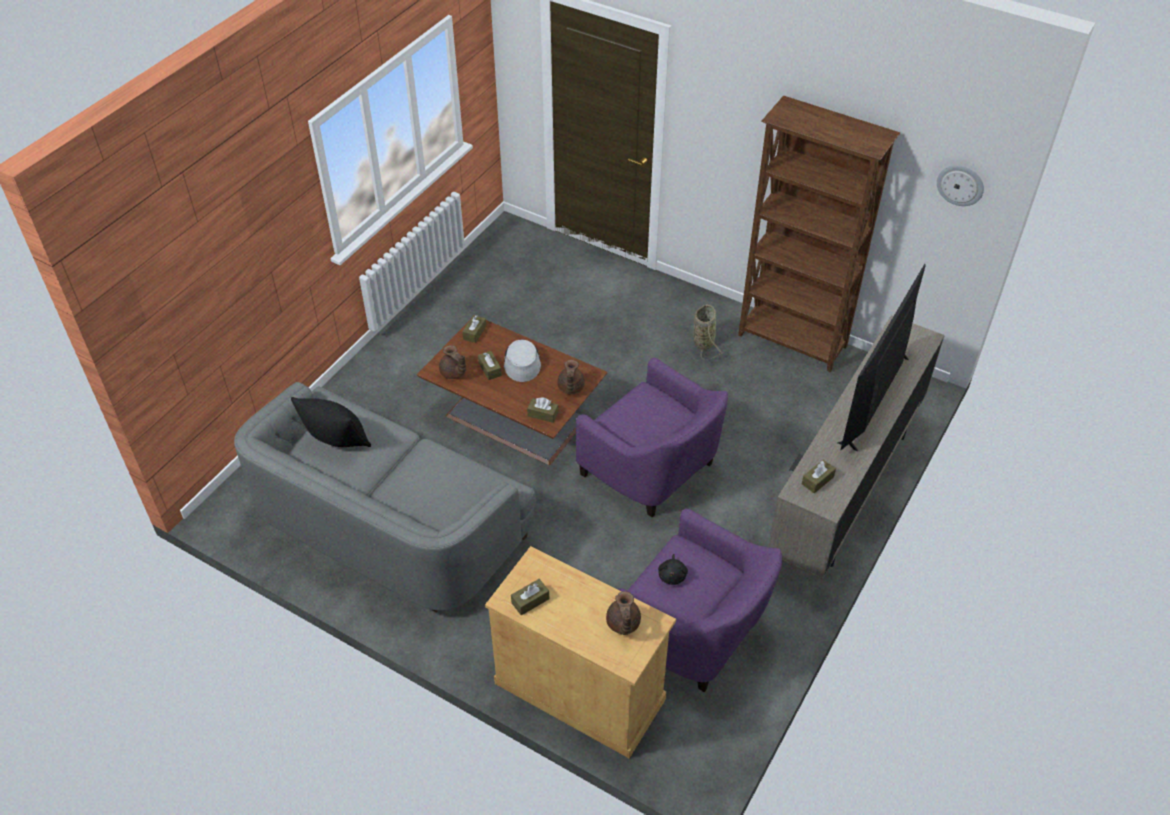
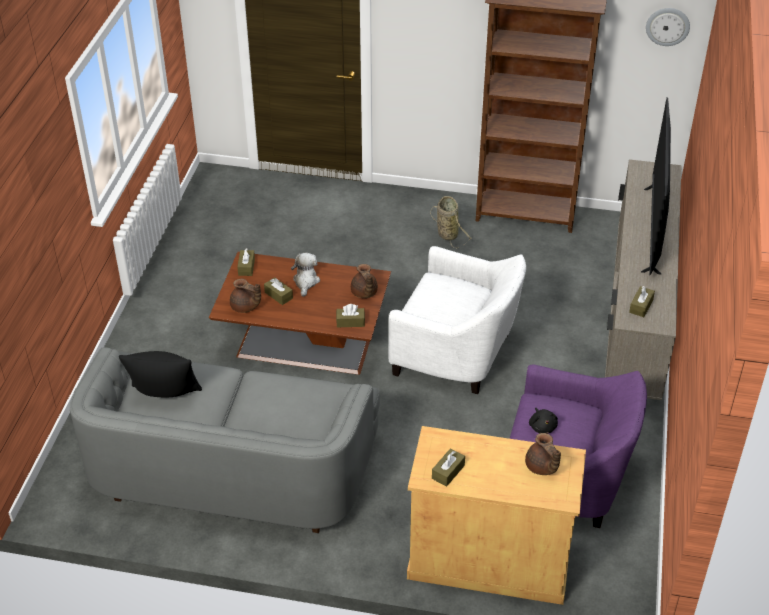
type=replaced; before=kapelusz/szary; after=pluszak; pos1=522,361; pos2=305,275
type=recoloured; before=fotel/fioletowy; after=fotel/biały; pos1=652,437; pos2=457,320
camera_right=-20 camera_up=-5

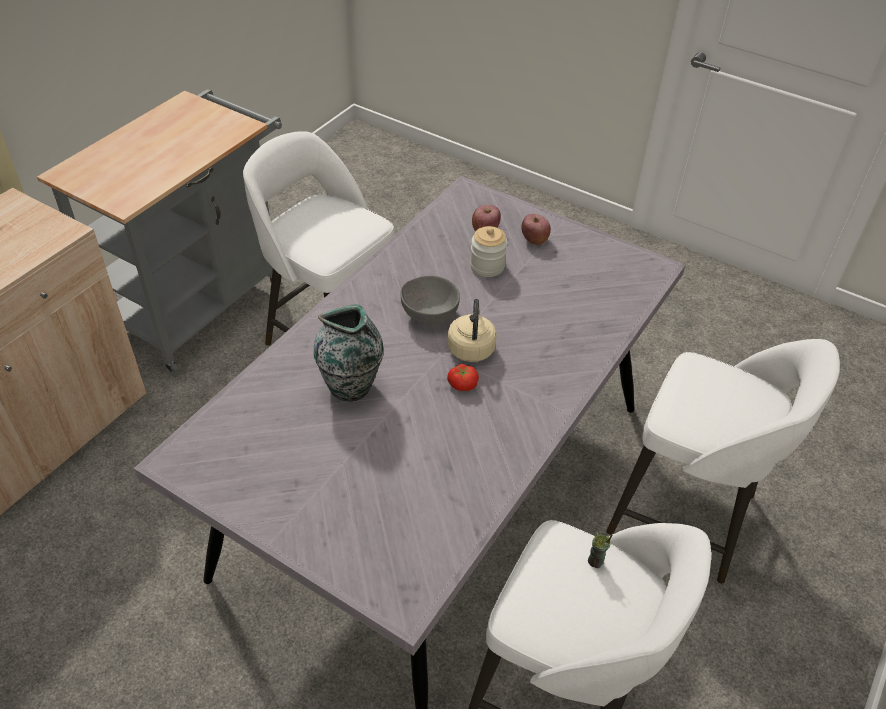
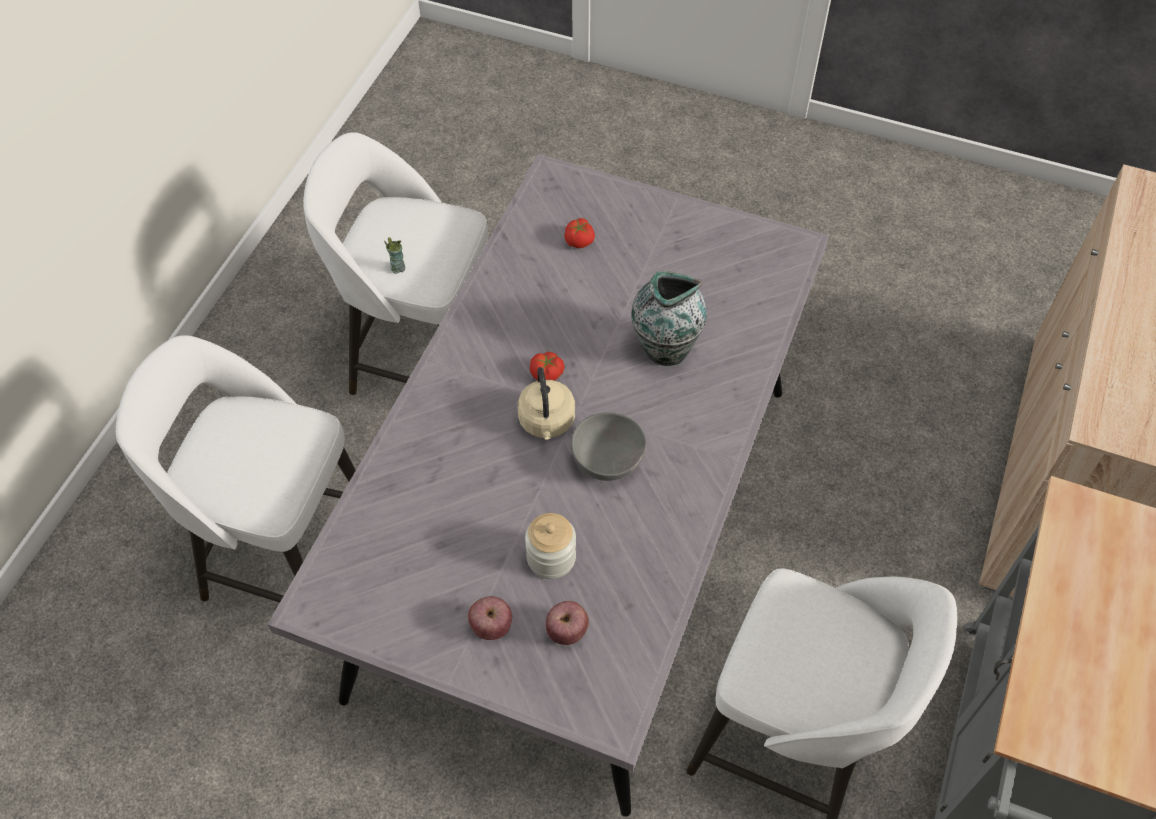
type=added; after=pomidor; pos2=579,233
camera_right=170 camera_up=10

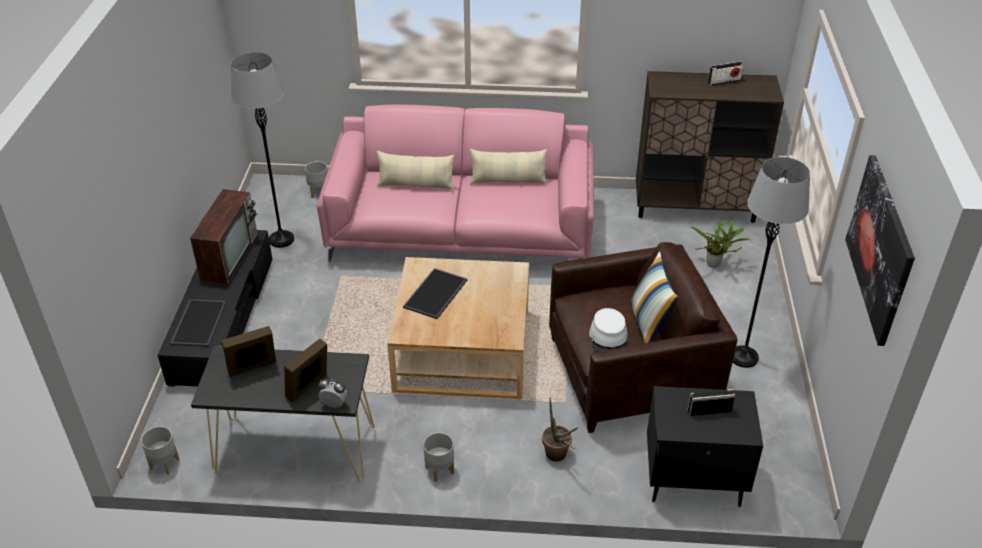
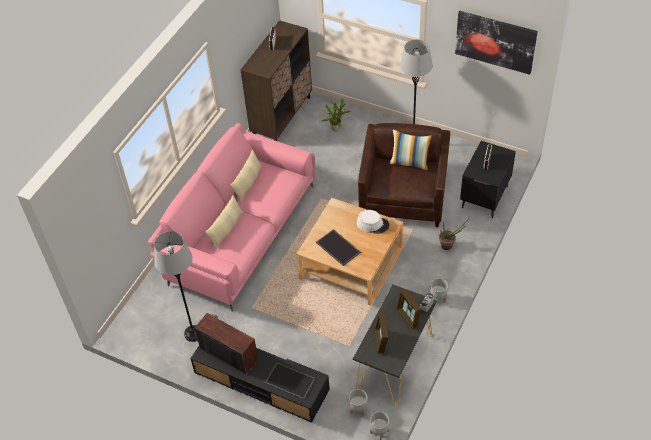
type=moved; before=donica/szary; pos1=316,179; pos2=358,403
type=moved; before=kapelusz/biały; pos1=609,330; pos2=373,222
camera_right=-65 camera_up=10

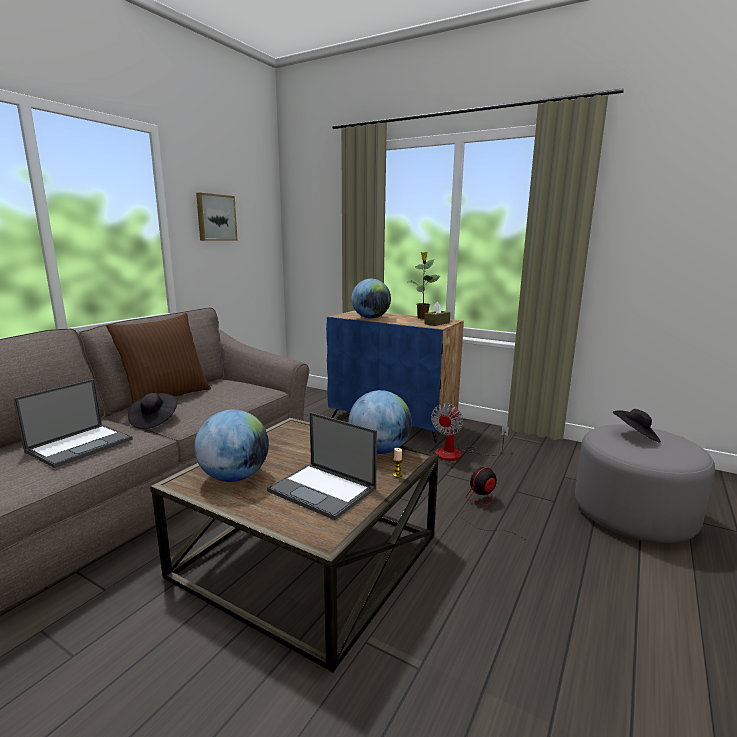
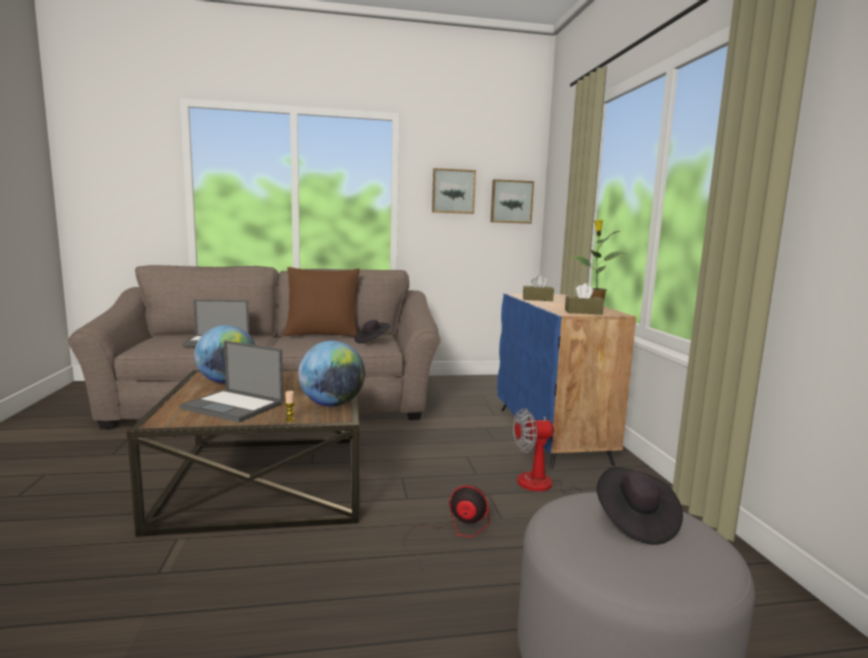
type=replaced; before=globus; after=pudełko chusteczek/brązowy; pos1=371,299; pos2=538,288
type=moved; before=kapelusz/czarny; pos1=153,411; pos2=372,332
type=turned; before=laptop; pos1=322,466; pos2=231,381; turn=-60
type=added; after=obraz; pos2=512,201
camera_right=50 camera_up=-5

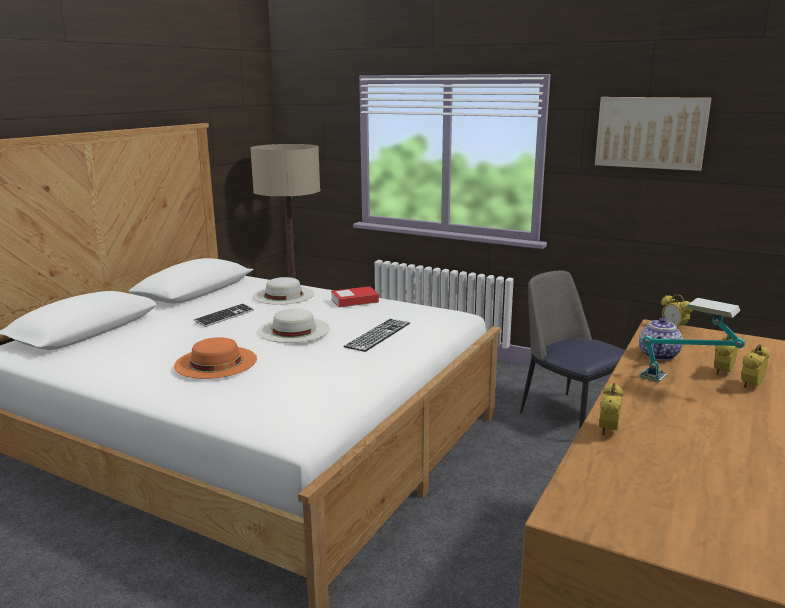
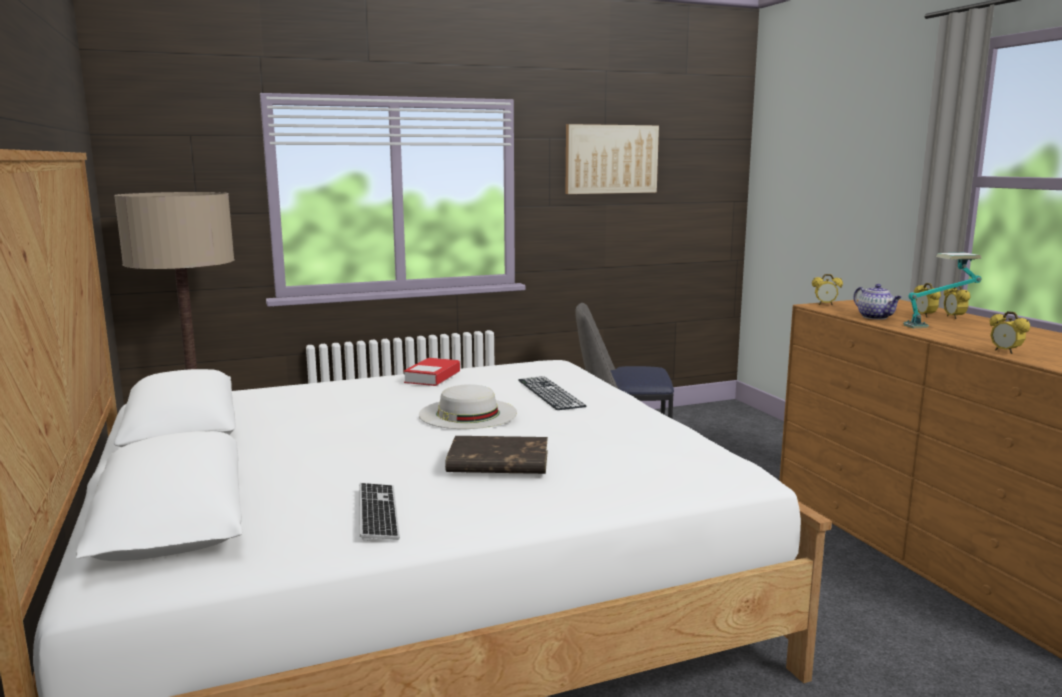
type=removed; before=kapelusz/biały; pos1=283,291
type=moved; before=klawiatura; pos1=224,315; pos2=379,512
type=replaced; before=kapelusz/pomarańczowy; after=książka/brązowy; pos1=215,358; pos2=496,455
camera_right=-50 camera_up=-5

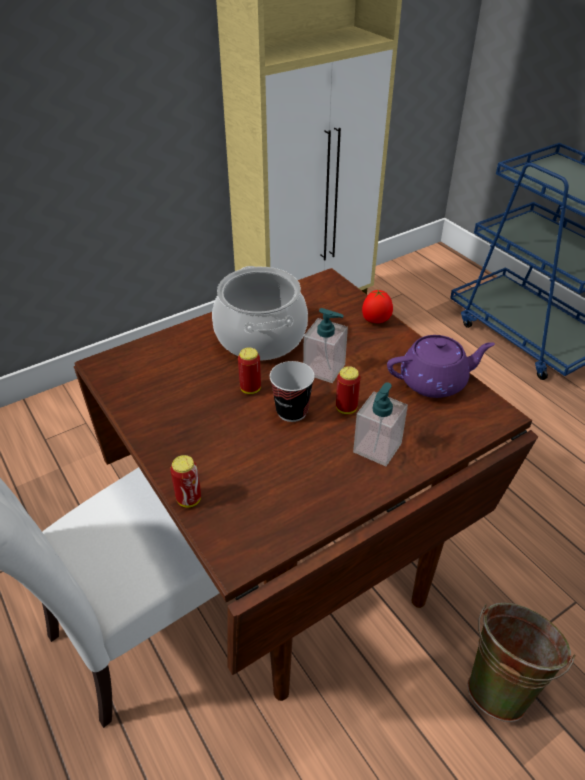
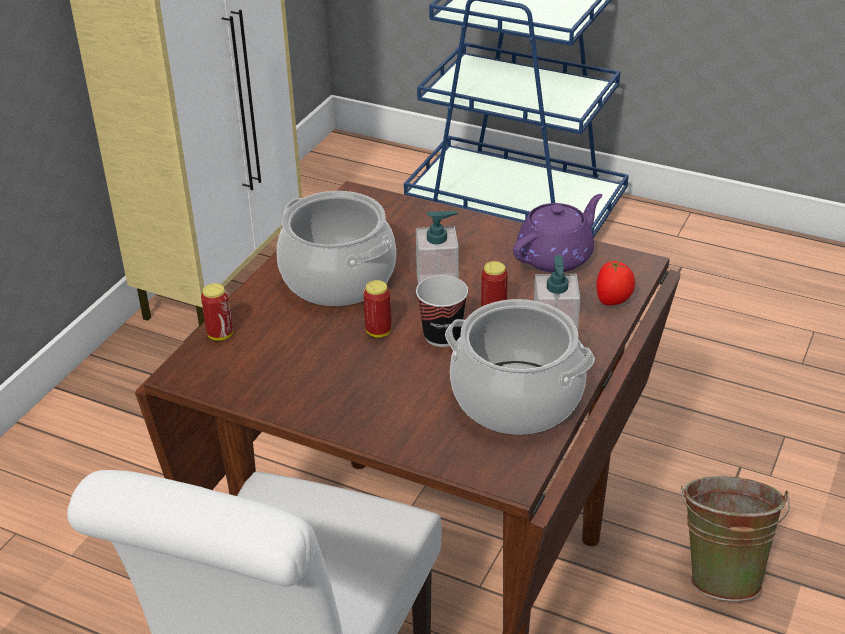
type=moved; before=pomidor; pos1=377,306; pos2=615,283
type=moved; before=puszka; pos1=185,481; pos2=217,312
type=added; after=garnek; pos2=520,367
camera_right=-30 camera_up=-5

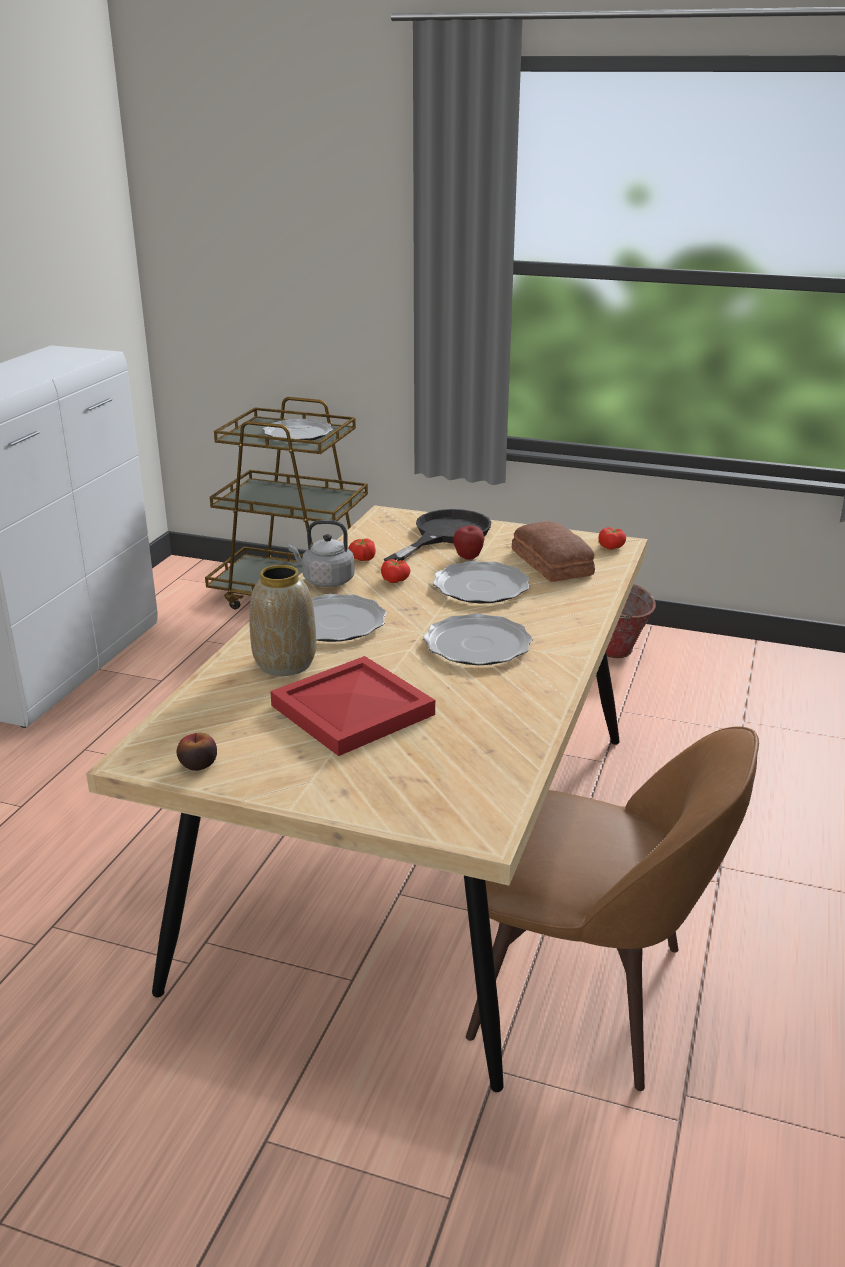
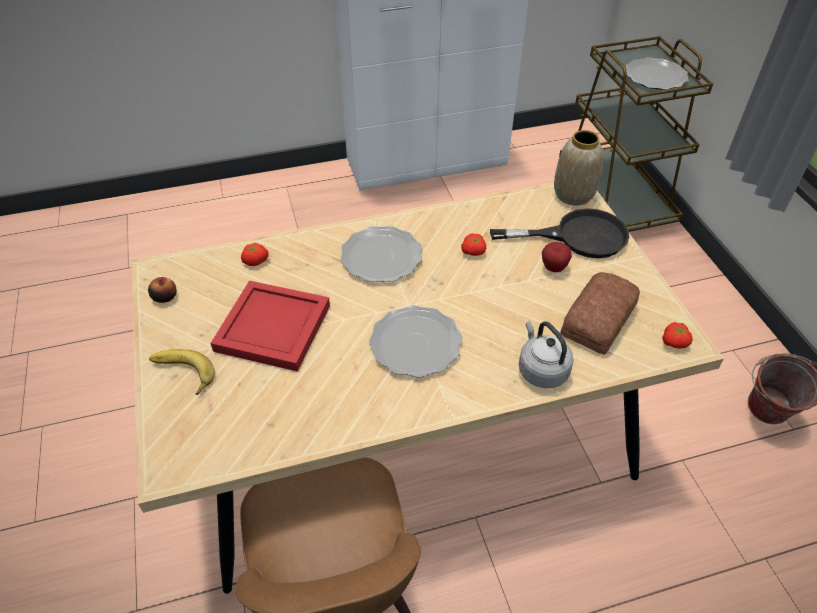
type=moved; before=czajnik/szary; pos1=321,553; pos2=546,354
type=moved; before=pomidor; pos1=362,550; pos2=255,254
type=removed; before=talerz; pos1=481,582
type=moved; before=wazon; pos1=282,620; pos2=579,168
type=added; after=banan; pos2=182,372
camera_right=55 camera_up=20

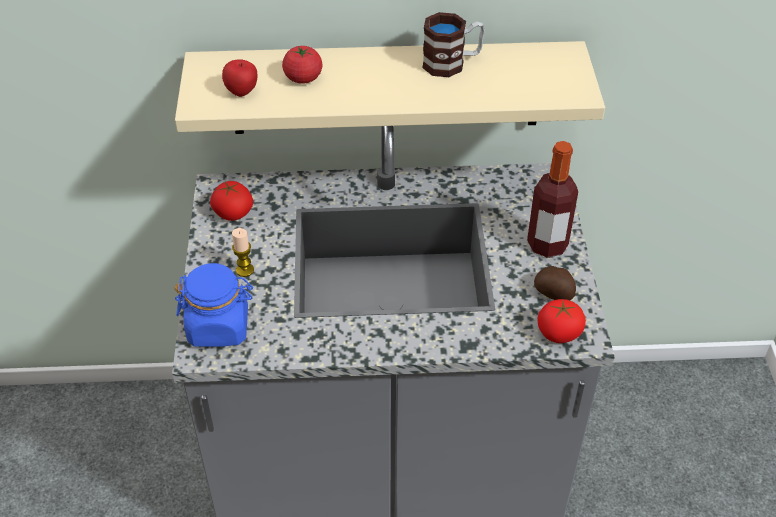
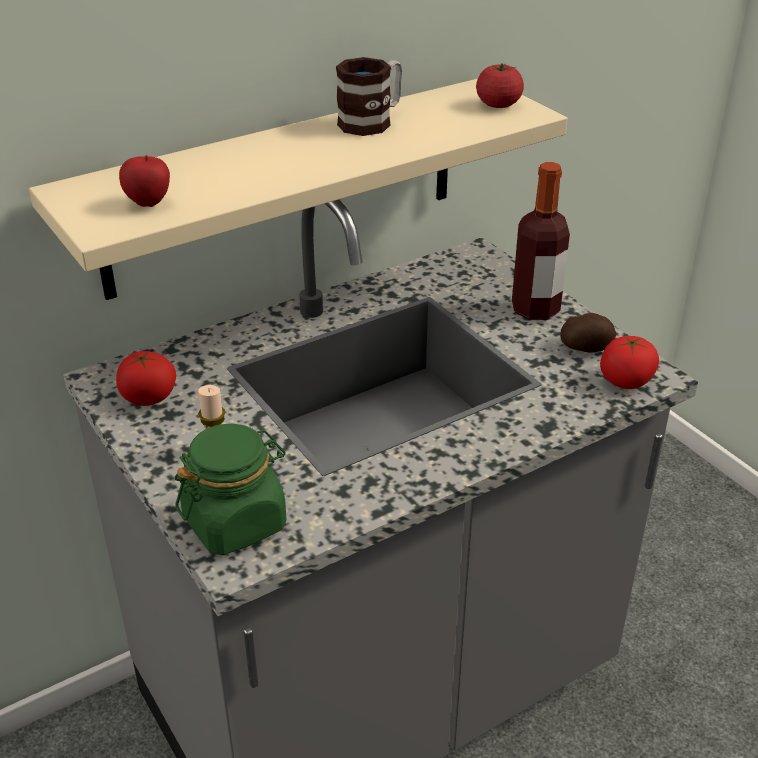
type=moved; before=pomidor; pos1=302,65; pos2=500,85
type=recoloured; before=słoik/niebieski; after=słoik/zielony; pos1=214,305; pos2=231,489
camera_right=-30 camera_up=-10

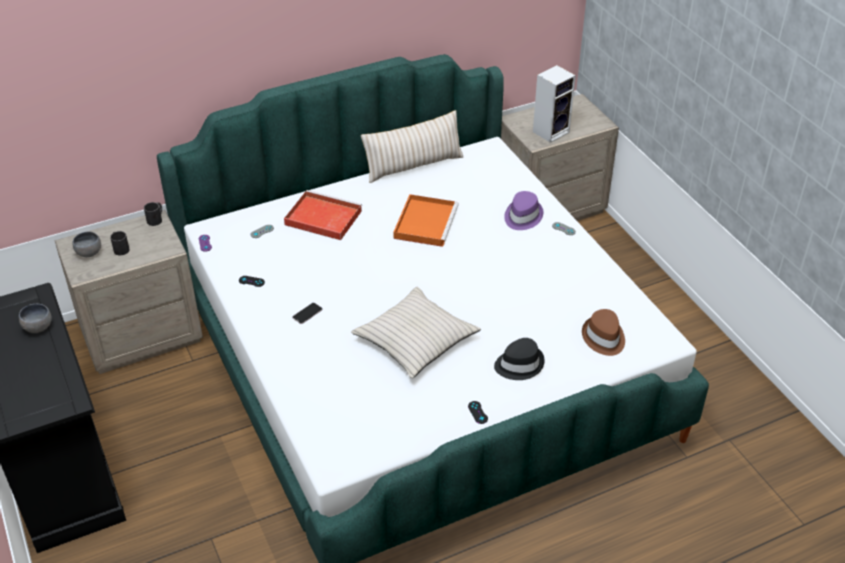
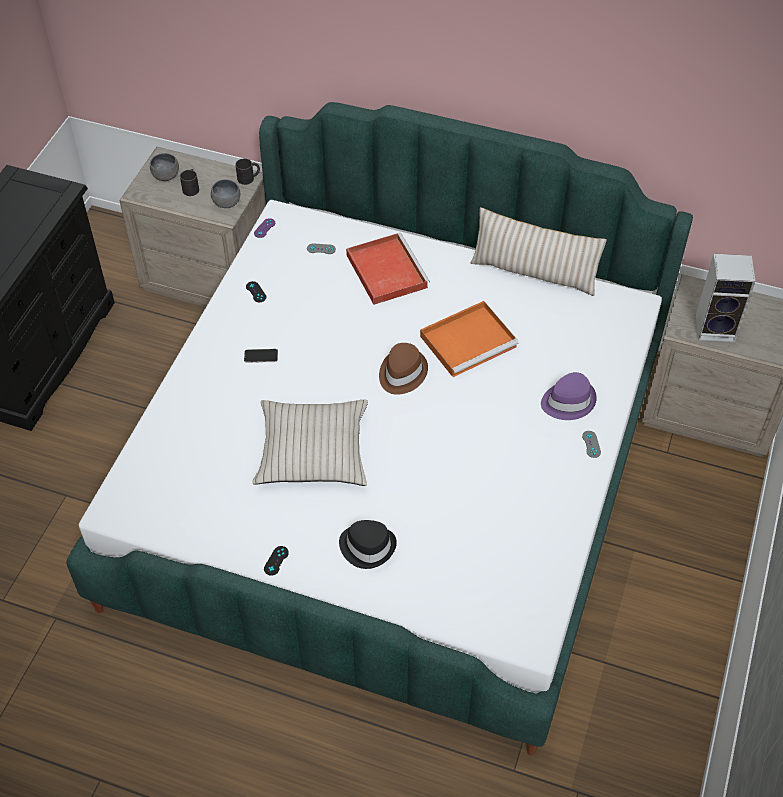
type=moved; before=miska/szary; pos1=35,318; pos2=225,193
type=moved; before=kapelusz/brązowy; pos1=603,332; pos2=403,369
camera_right=45 camera_up=10

